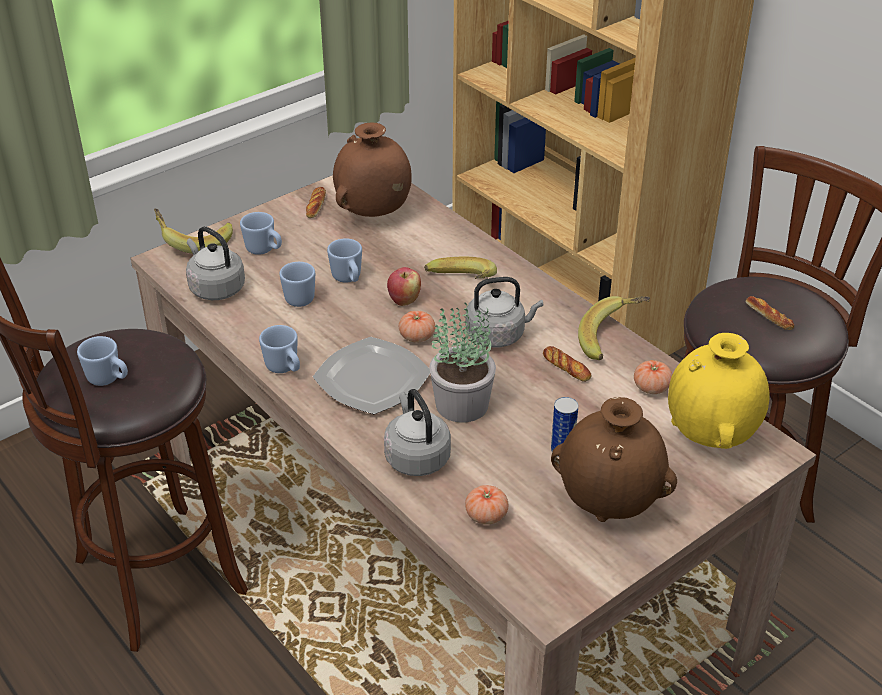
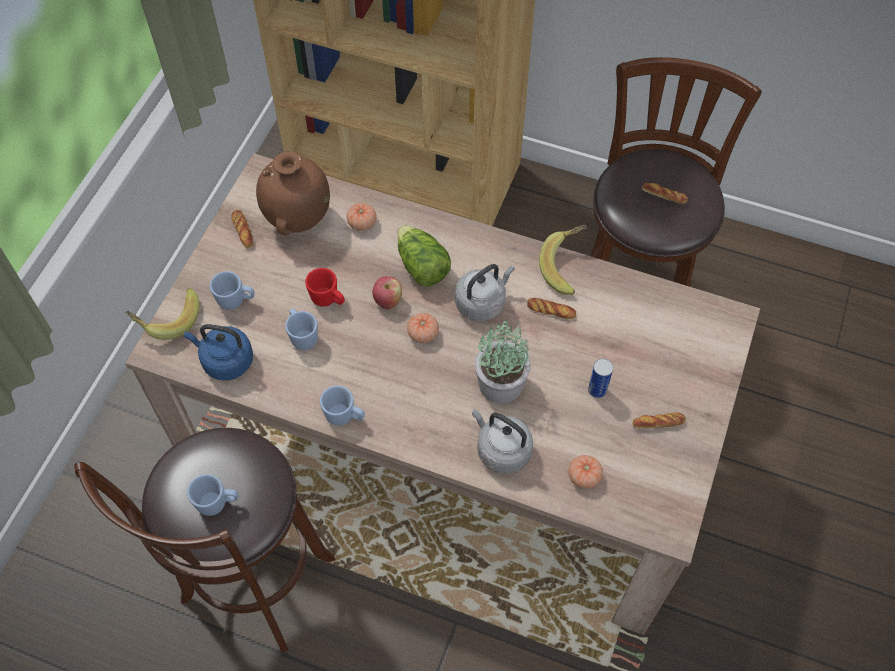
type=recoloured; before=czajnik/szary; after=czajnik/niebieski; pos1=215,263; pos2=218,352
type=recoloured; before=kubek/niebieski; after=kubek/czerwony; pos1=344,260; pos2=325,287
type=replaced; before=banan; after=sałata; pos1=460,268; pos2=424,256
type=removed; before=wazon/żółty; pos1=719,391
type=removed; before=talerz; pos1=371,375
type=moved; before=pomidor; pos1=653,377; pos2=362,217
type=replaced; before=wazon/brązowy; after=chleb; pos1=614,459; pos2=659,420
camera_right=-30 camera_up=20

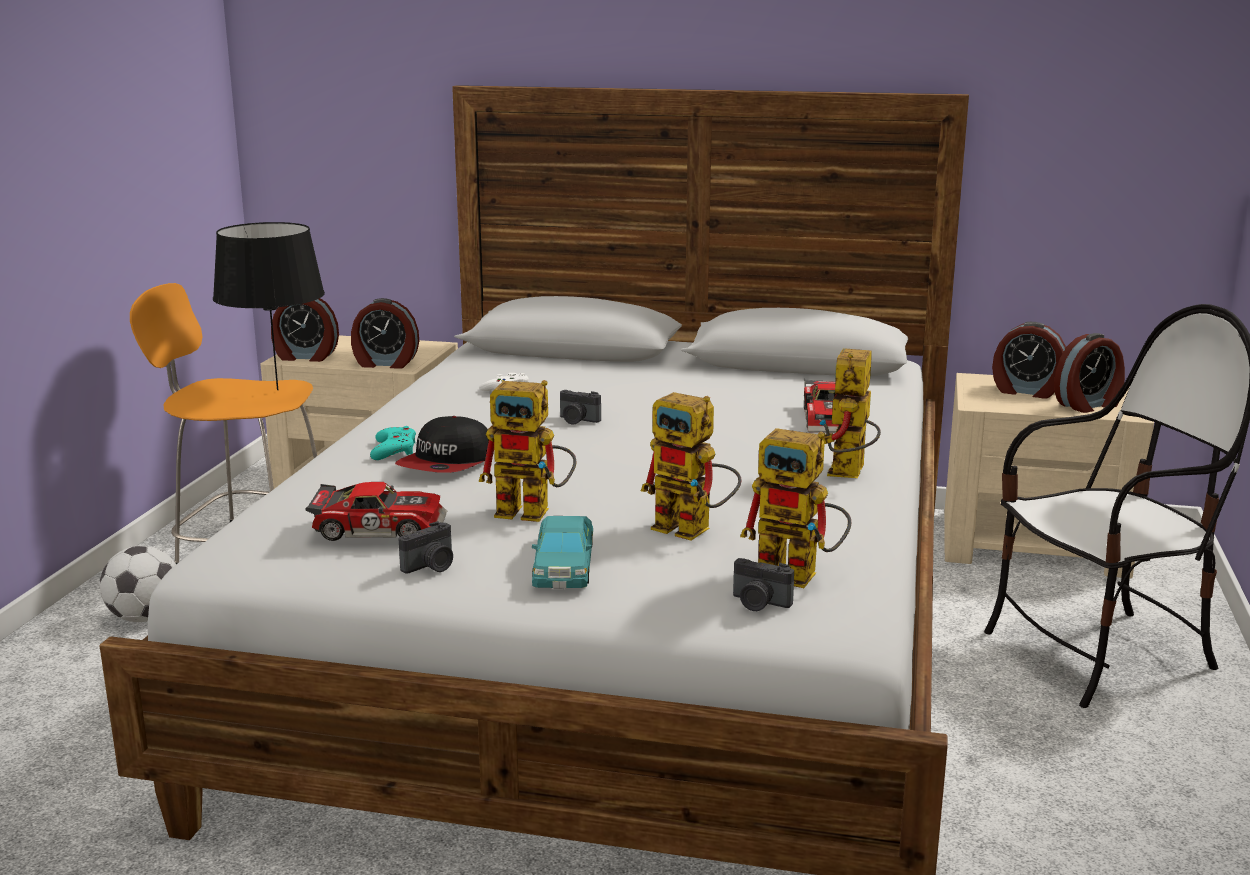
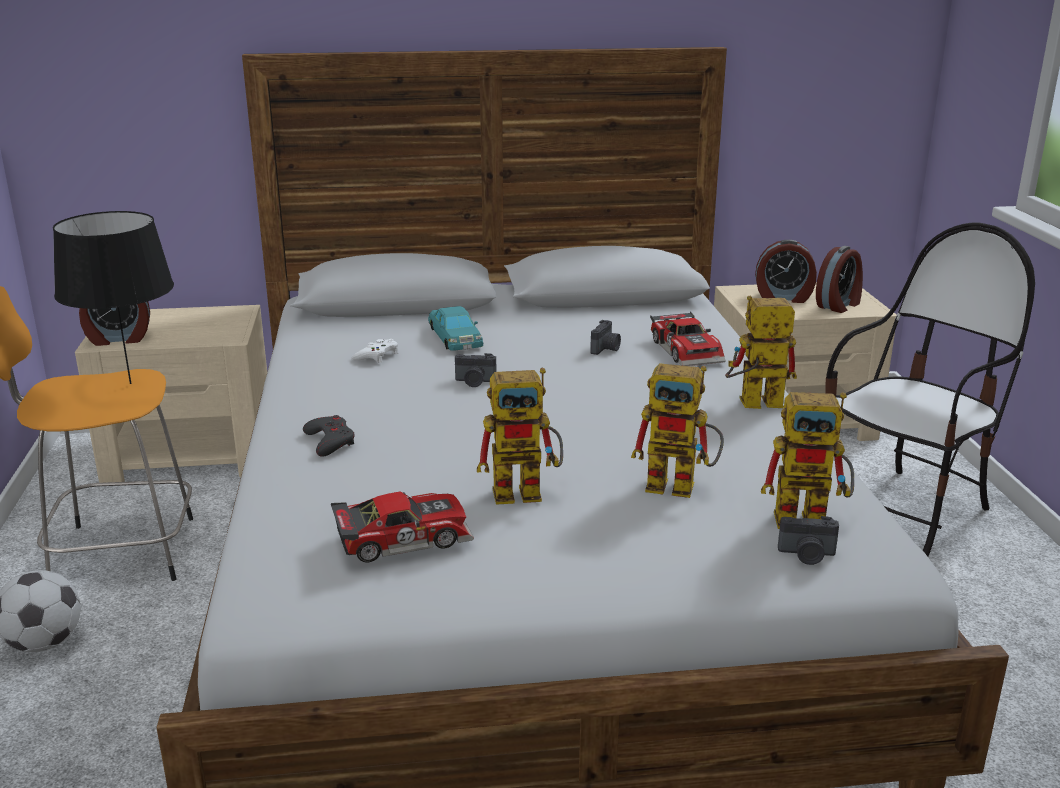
type=removed; before=budzik; pos1=385,333
type=turned; before=robot zabawkowy; pos1=850,413; pos2=761,352; turn=90
type=removed; before=czapka z daszkiem; pos1=442,444
type=recoloured; before=pad do gier/turkusowy; after=pad do gier/szary; pos1=393,443; pos2=329,436
type=moved; before=samochodzik/turkusowy; pos1=562,552; pos2=455,328
type=moved; before=aparat fotograficzny; pos1=425,547; pos2=605,337
camera_right=-20 camera_up=5

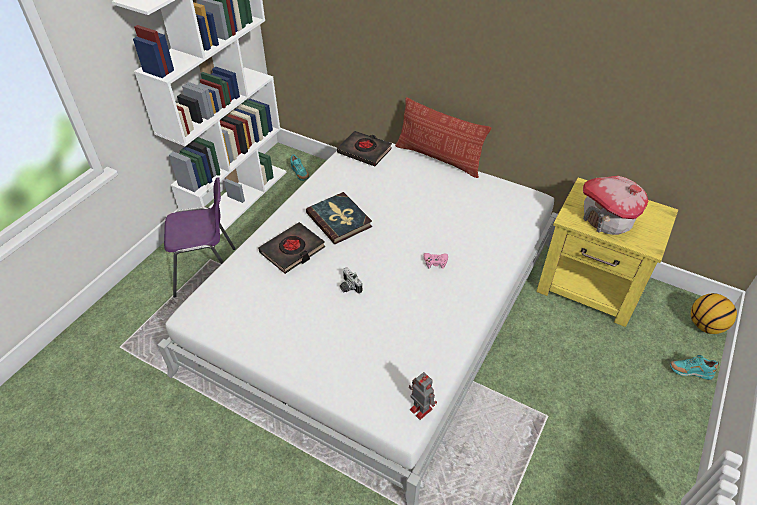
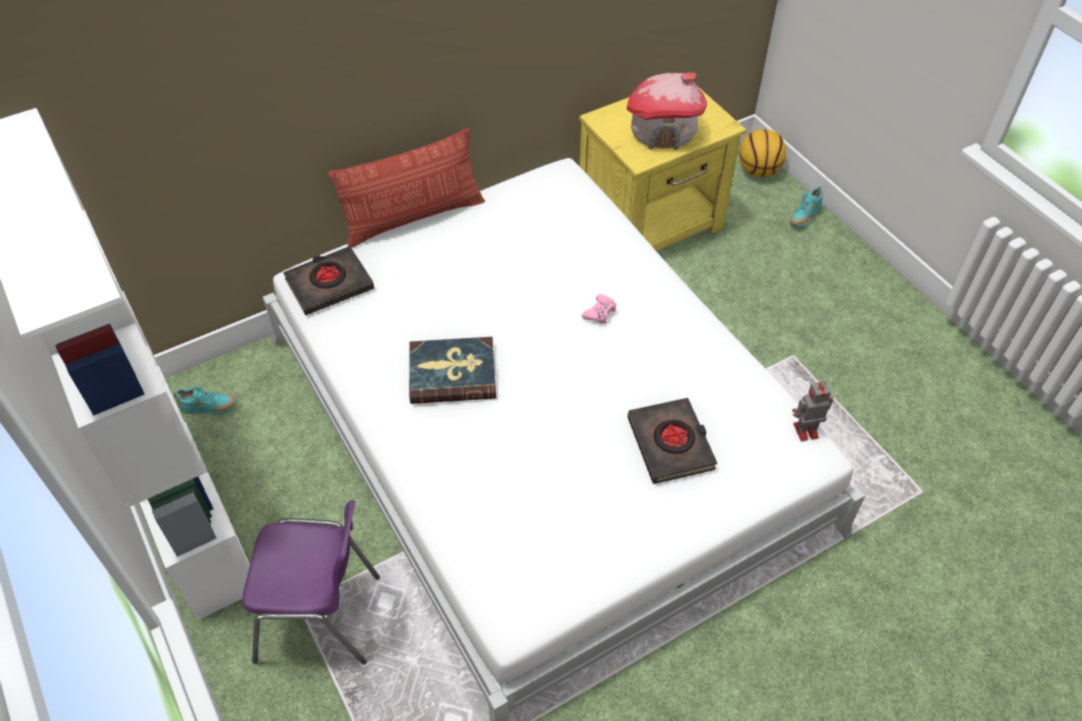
type=turned; before=krzesło/fioletowy; pos1=200,237; pos2=311,582; turn=75
type=moved; before=książka/czarny; pos1=291,248; pos2=672,441
type=removed; before=aparat fotograficzny; pos1=351,280
camera_right=-60 camera_up=5

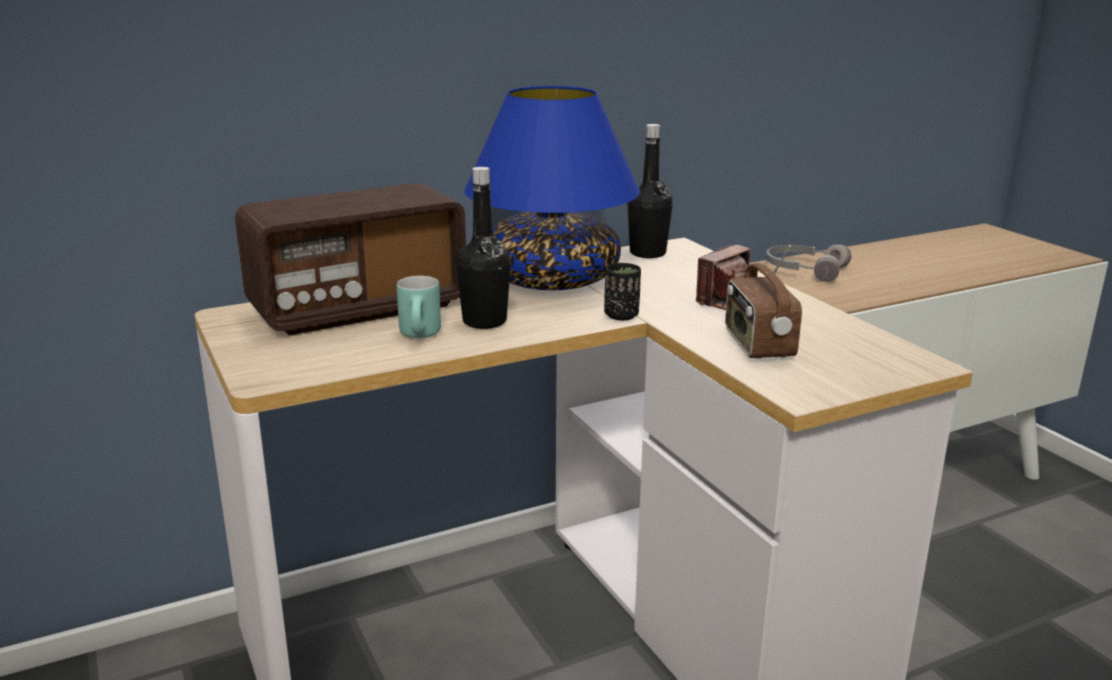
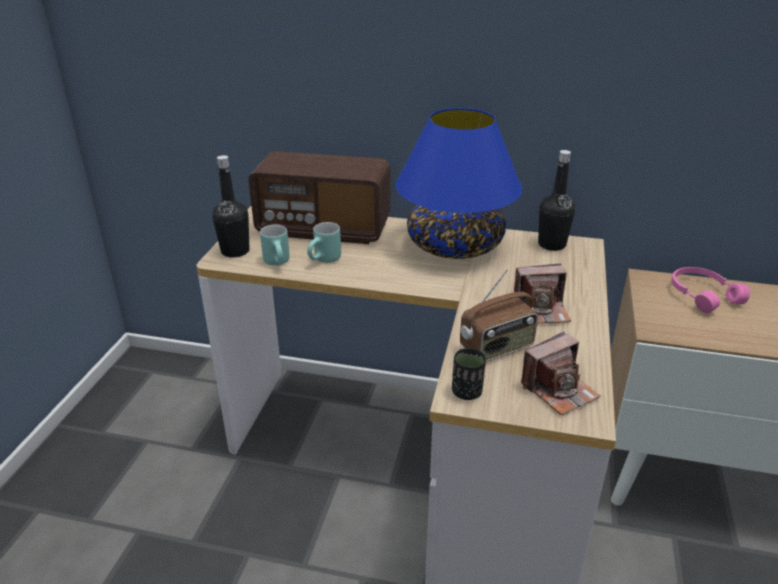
type=moved; before=butelka/czarny; pos1=483,248; pos2=230,206
type=recoloured; before=słuchawki/szary; after=słuchawki/różowy; pos1=808,263; pos2=710,290
type=turned; before=radio; pos1=763,302; pos2=499,315; turn=-150
type=moved; before=filiżanka/czarny; pos1=622,291; pos2=469,374
type=added; after=kubek/turkusowy; pos2=275,245
type=added; after=aparat fotograficzny; pos2=561,373
camera_right=40 camera_up=10

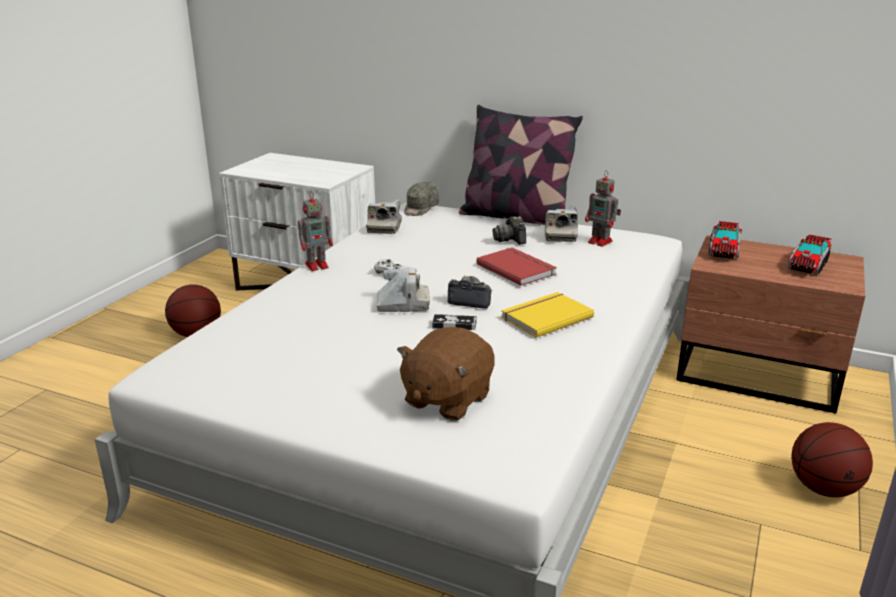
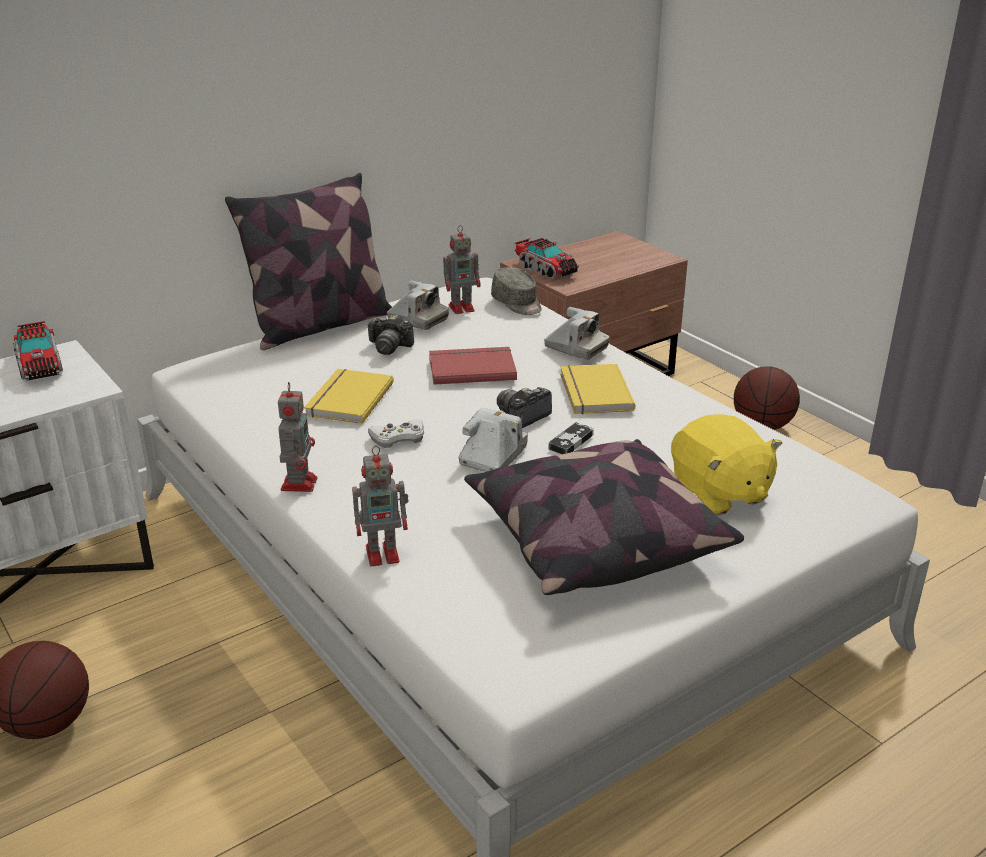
type=moved; before=czapka z daszkiem/szary; pos1=421,199; pos2=516,291
type=moved; before=aparat fotograficzny; pos1=384,217; pos2=577,333
type=moved; before=ciężarówka zabawkowa; pos1=810,254; pos2=38,350
type=recoloured; before=pluszak/brązowy; after=pluszak/żółty; pos1=446,374; pos2=726,465
type=added; after=książka/żółty; pos2=349,396
type=added; after=poduszka; pos2=604,517
type=added; after=robot zabawkowy; pos2=380,505
camera_right=-60 camera_up=5

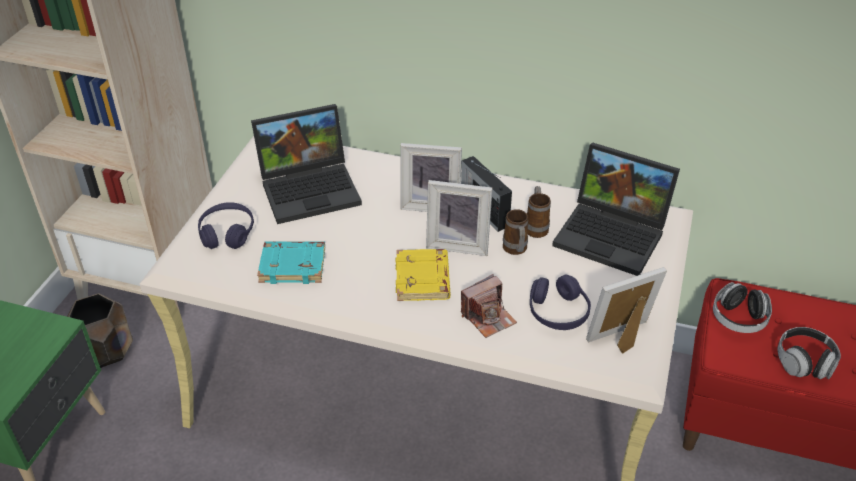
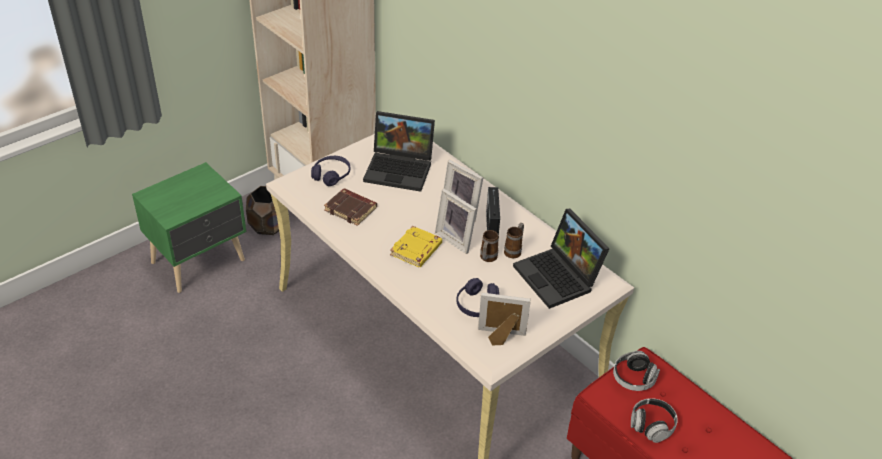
type=recoloured; before=książka/turkusowy; after=książka/brązowy; pos1=291,262; pos2=350,207
type=removed; before=aparat fotograficzny; pos1=489,306
camera_right=30 camera_up=0

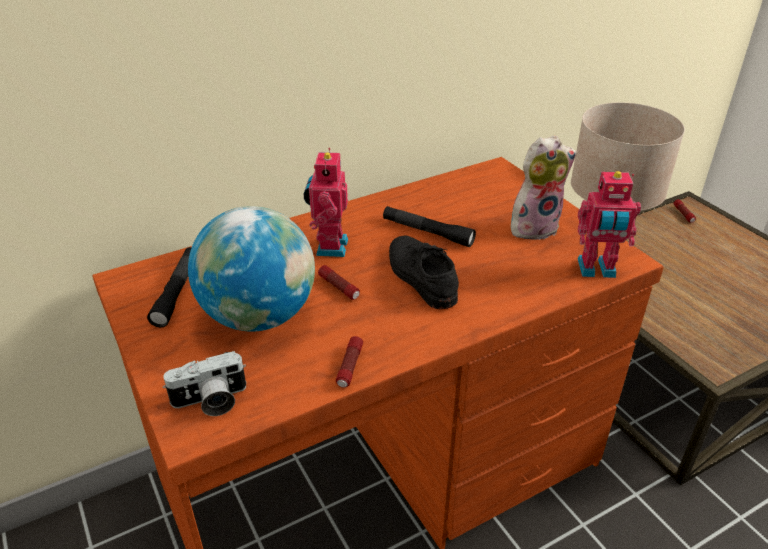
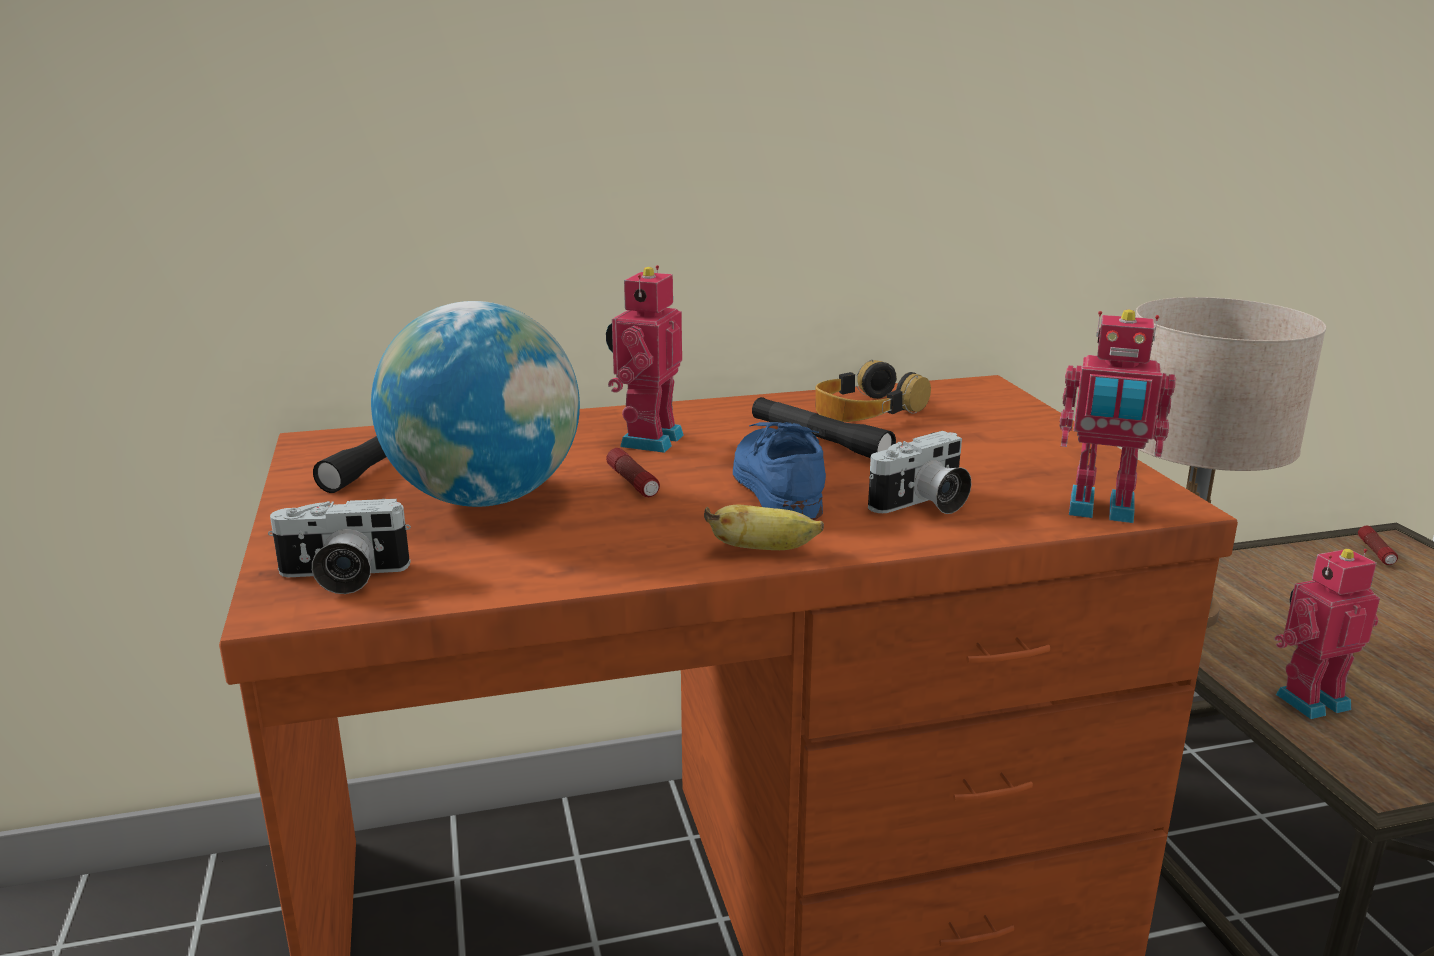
type=removed; before=pluszak; pos1=544,187
type=recoloured; before=but/czarny; after=but/niebieski; pos1=424,272; pos2=779,471
type=removed; before=latarka; pos1=349,362
type=added; after=słuchawki; pos2=873,391
type=added; after=aparat fotograficzny; pos2=919,472
type=added; after=banan; pos2=764,527
type=added; after=robot zabawkowy; pos2=1327,634
camera_right=15 camera_up=-15

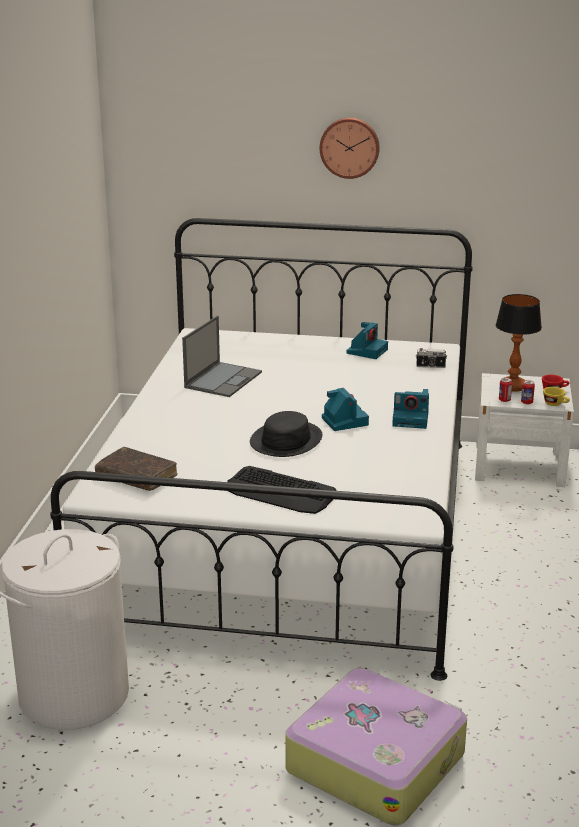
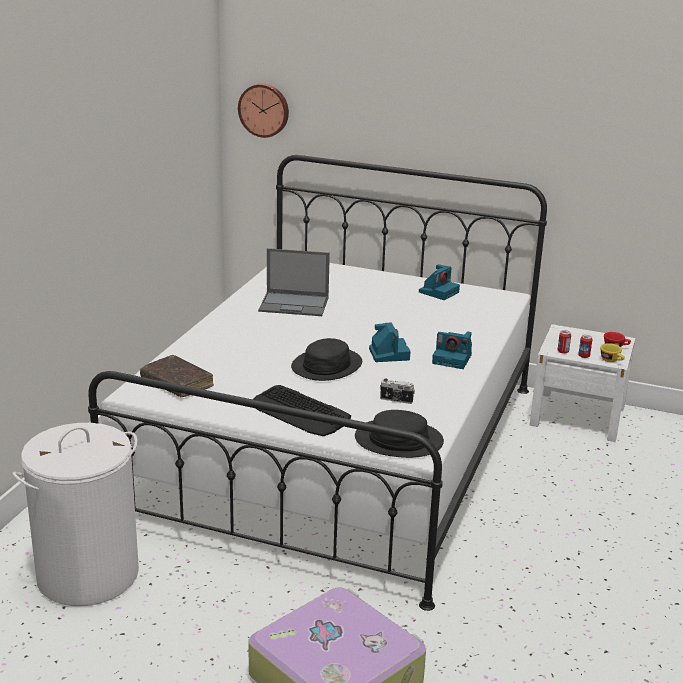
type=moved; before=zegar ścienny; pos1=350,148; pos2=263,111
type=removed; before=lampa stołowa; pos1=519,343
type=turned; before=laptop; pos1=222,356; pos2=294,282; turn=60
type=moved; before=aparat fotograficzny; pos1=431,358; pos2=397,391
type=added; after=kapelusz/czarny; pos2=399,434
camera_right=10 camera_up=0

